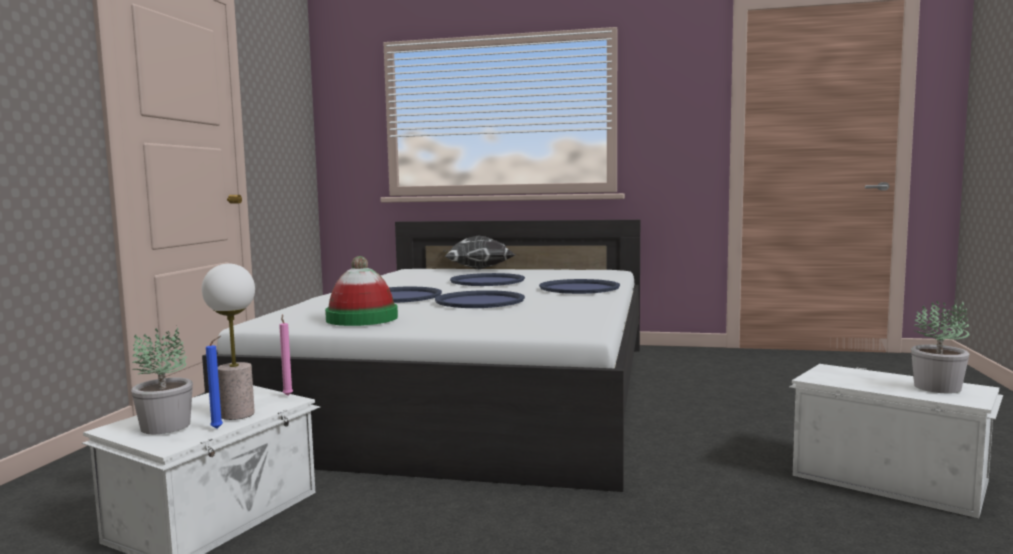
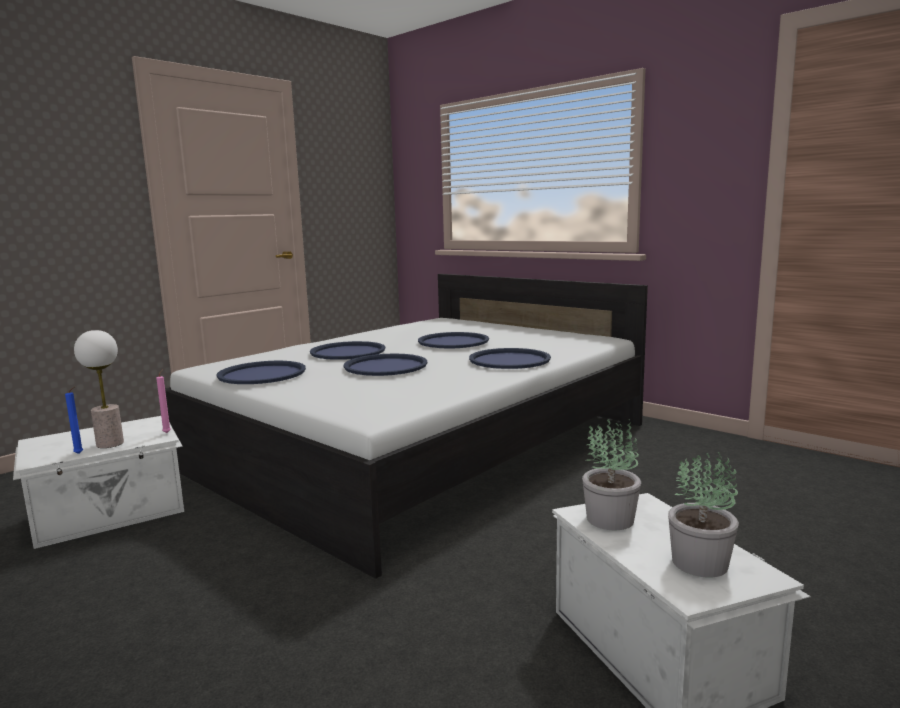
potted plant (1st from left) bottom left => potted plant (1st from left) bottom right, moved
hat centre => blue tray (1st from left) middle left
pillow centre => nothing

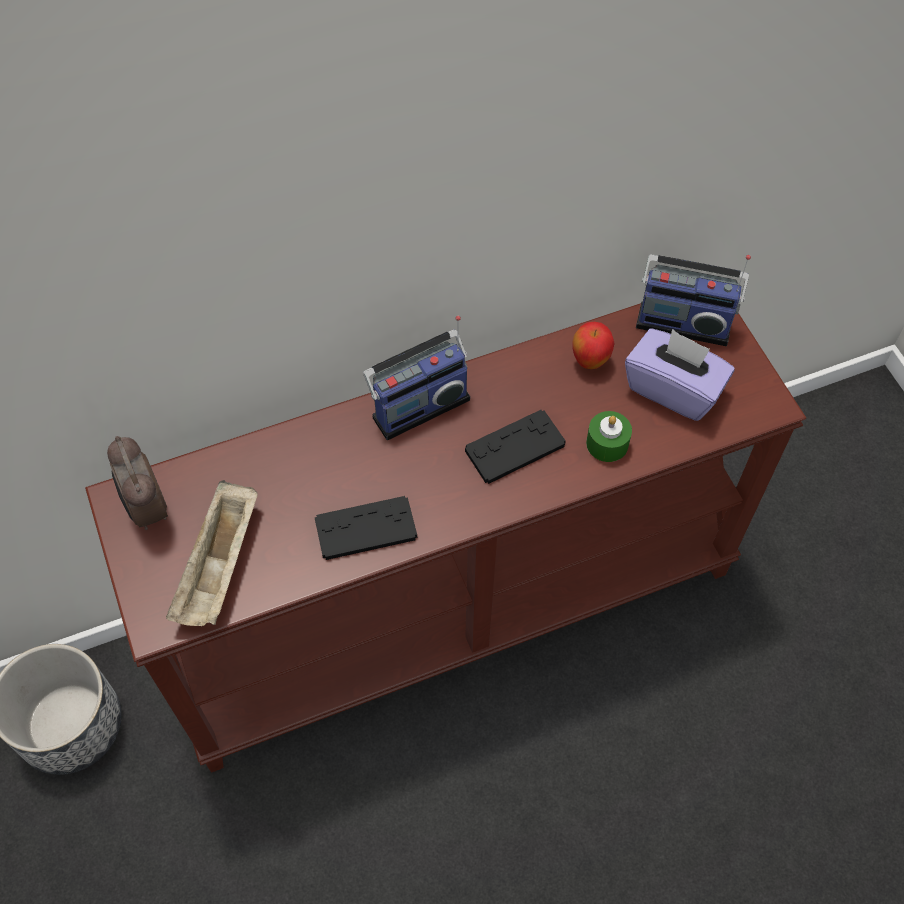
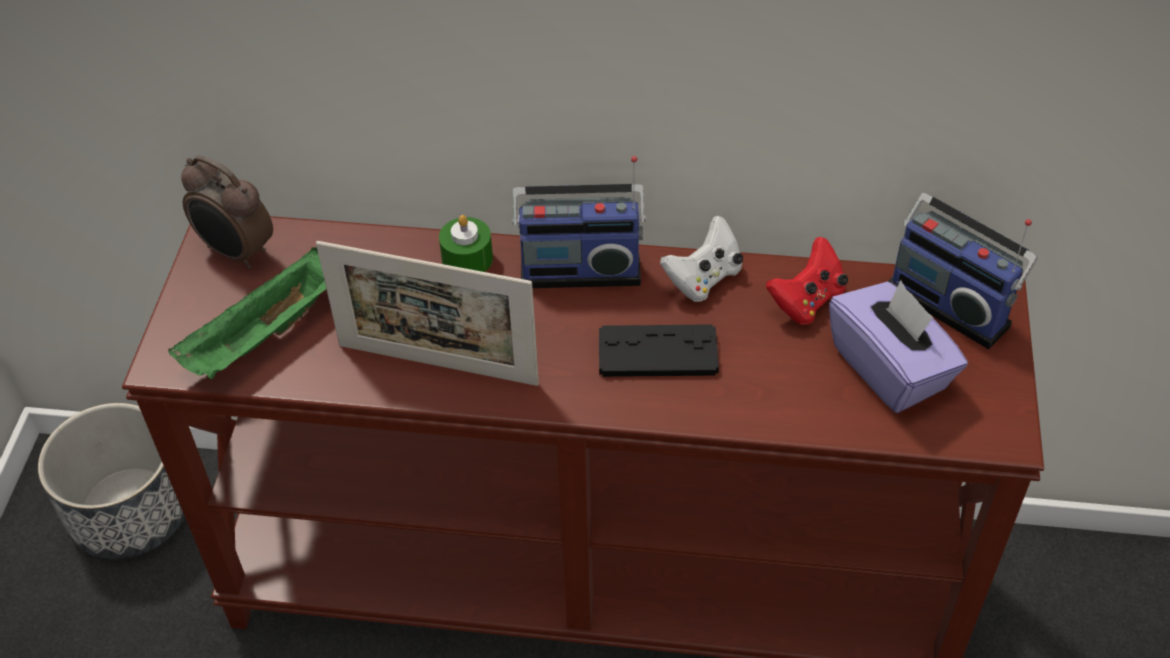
alarm clock middle left => alarm clock top left, 60 degrees counterclockwise
beige tray middle left => green tray middle left
black game controller (1st from left) centre => picture frame centre
apple centre => red game controller middle right
green candle middle right => green candle centre, moved
nothing => white game controller centre

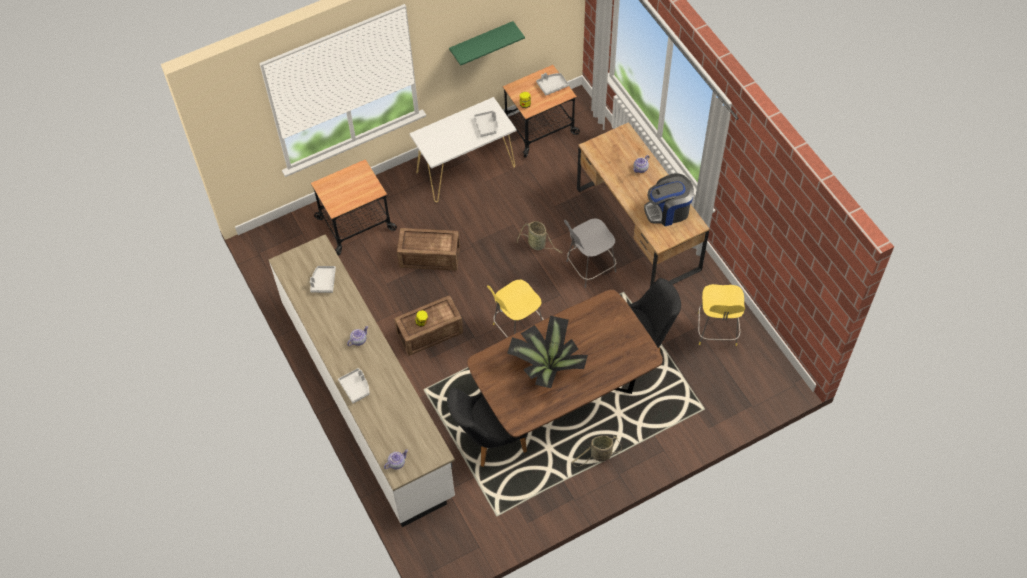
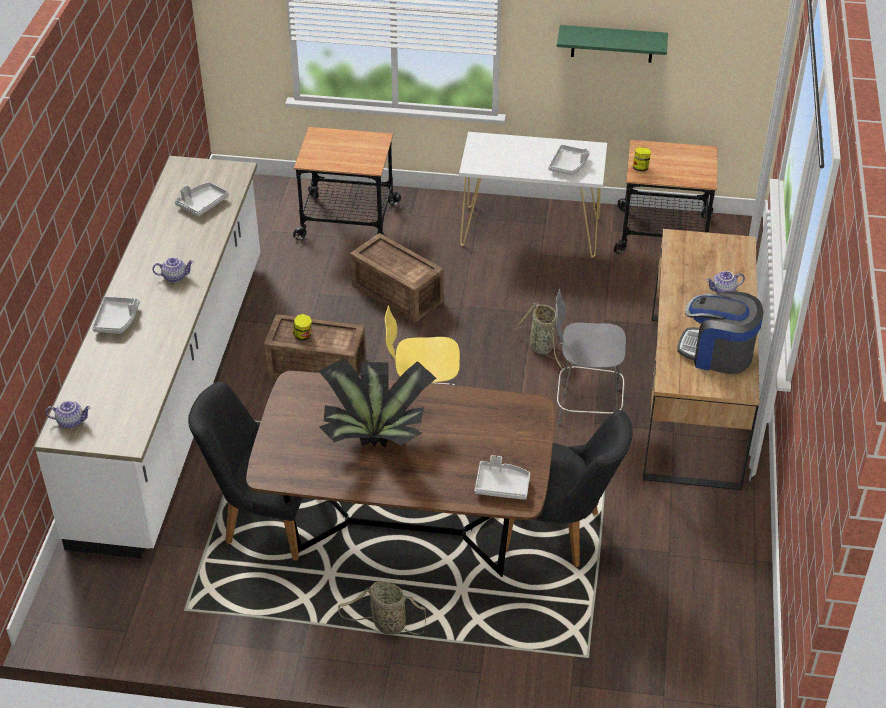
grey tray (4th from left in the first image) top centre => grey tray (3rd from left) bottom centre, moved
yellow stool (2nd from left) middle right => nothing

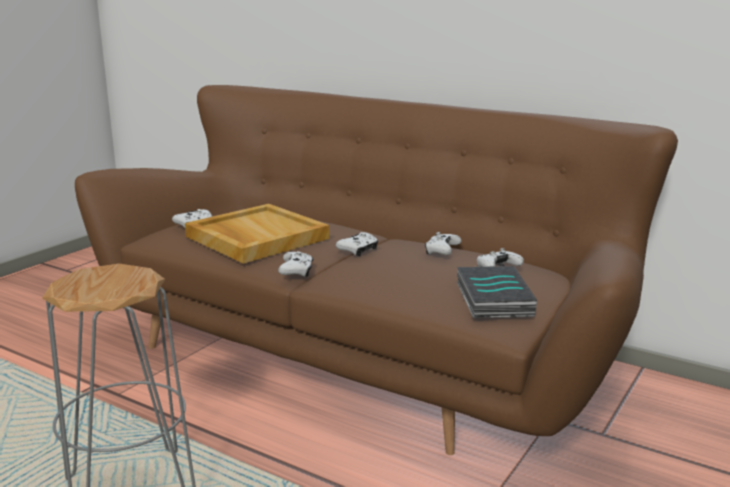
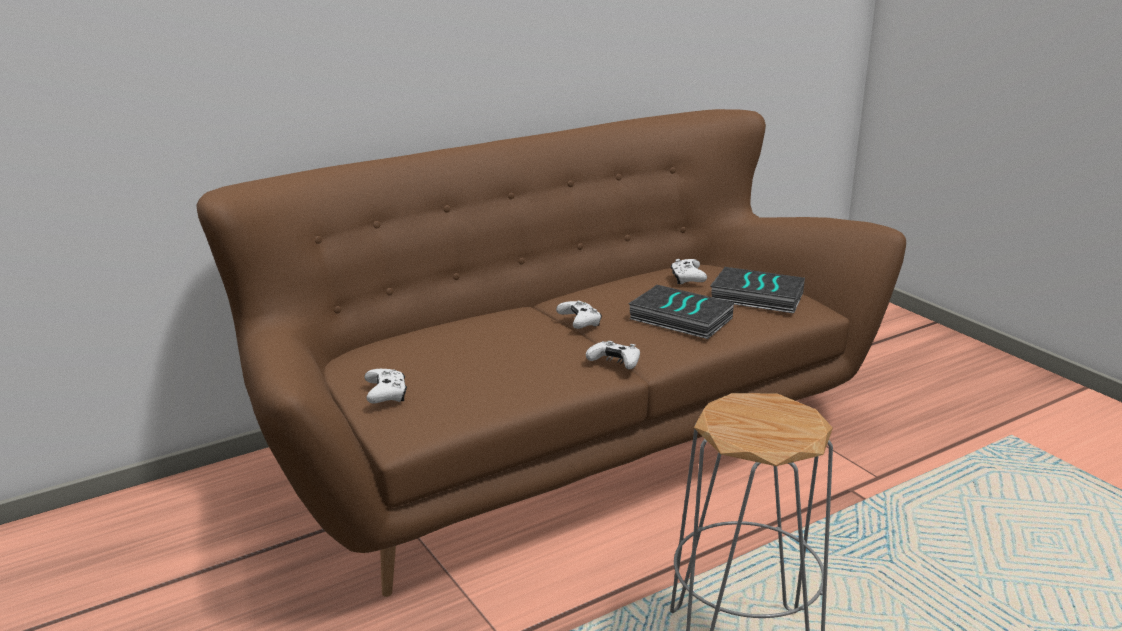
beige tray centre => nothing
white game controller (4th from left) centre => nothing
nothing => book (1st from left) centre

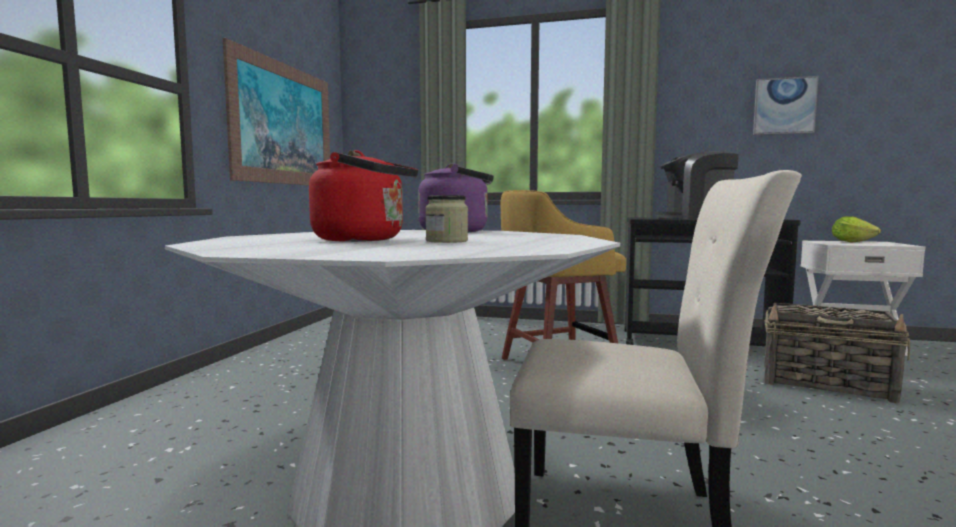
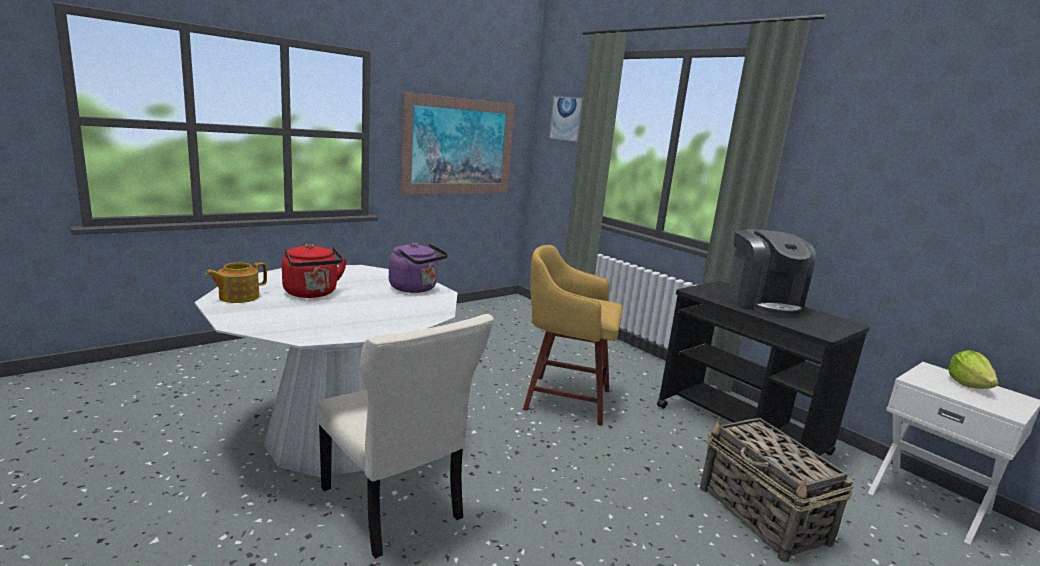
jar centre => nothing
coffee machine middle right, 135 degrees counterclockwise
picture (2nd from left) top right => picture (2nd from left) top centre, moved
nothing => teapot middle left

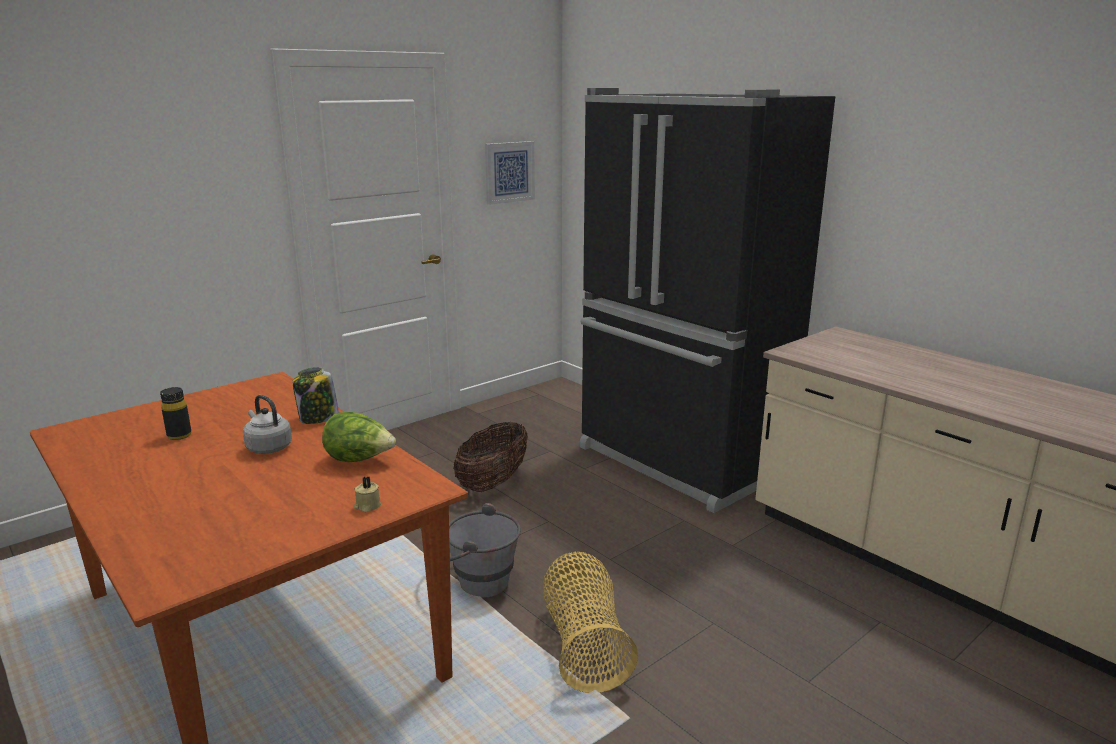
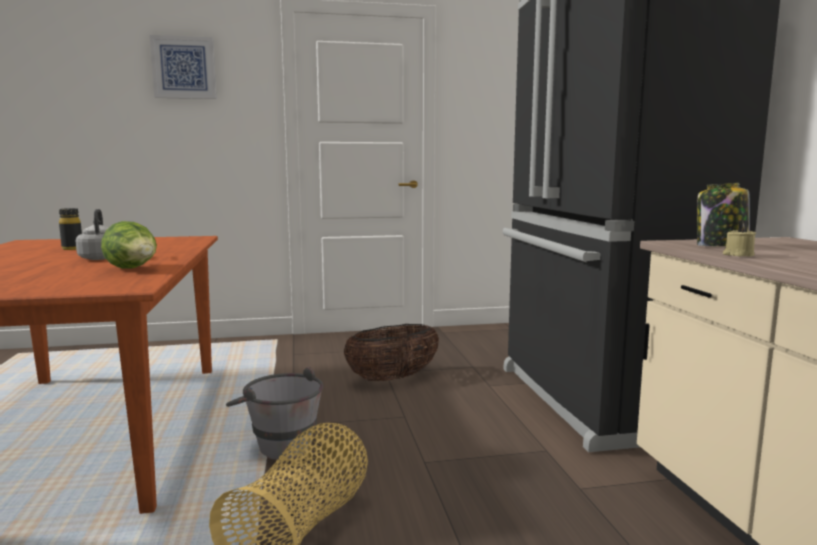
jar middle left => jar middle right, moved
beige candle middle left => beige candle middle right, moved
picture top centre => picture top left, moved

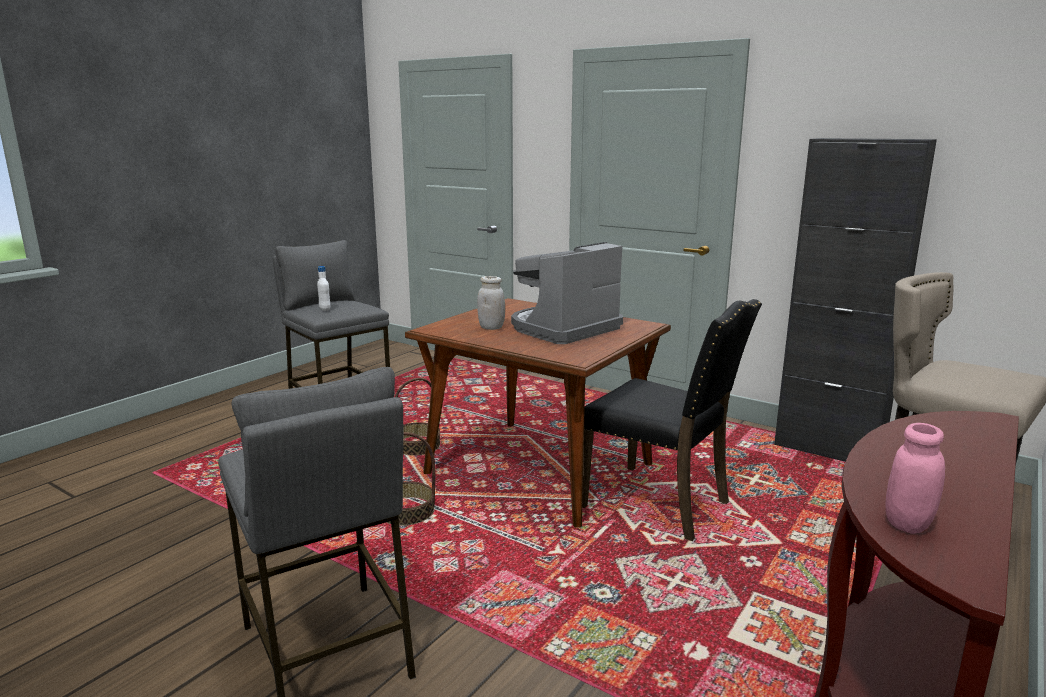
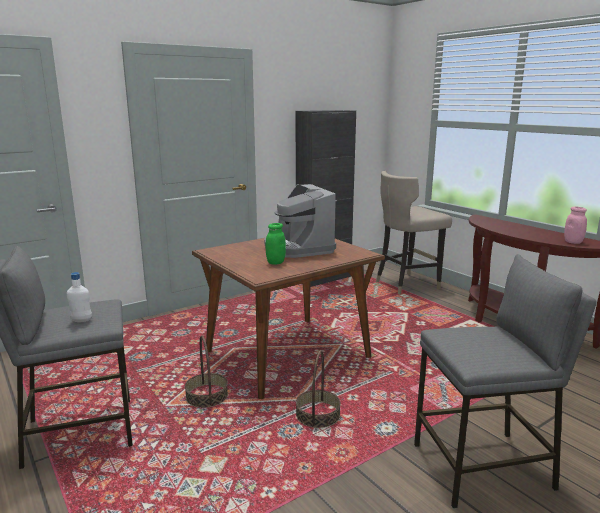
white jar centre => green jar centre
black chair centre => nothing

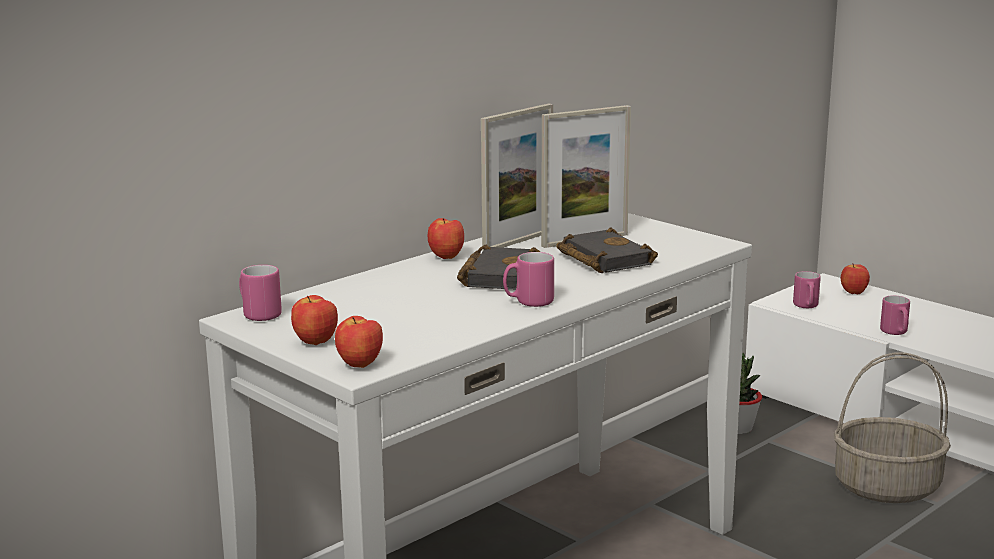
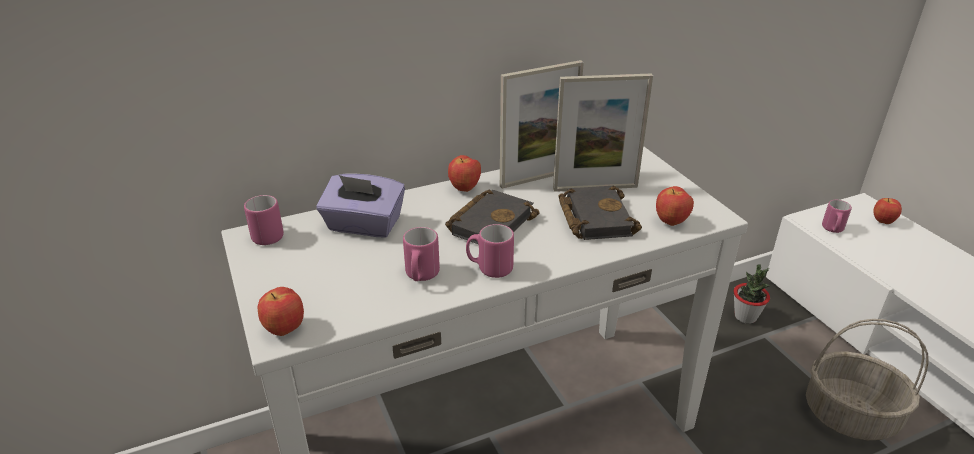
apple (1st from left in the first image) middle left => apple (3rd from left) middle right, moved
pink mug (4th from left in the first image) middle right => pink mug (2nd from left) centre, moved
nothing => purple tissue box centre

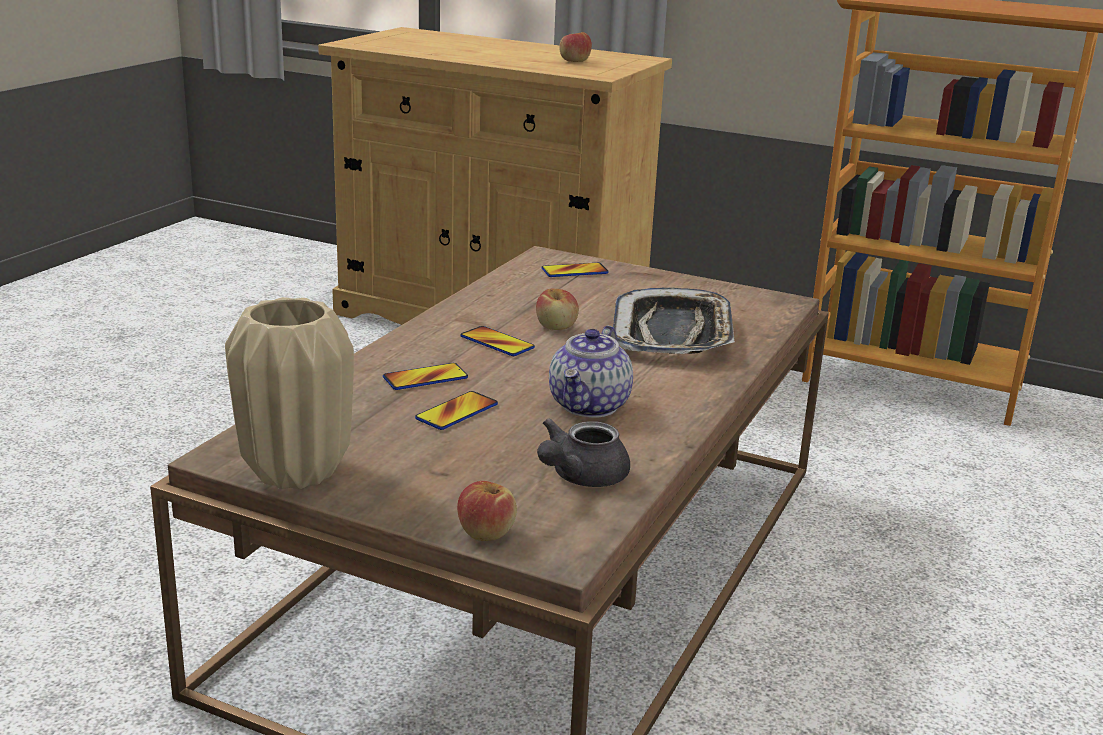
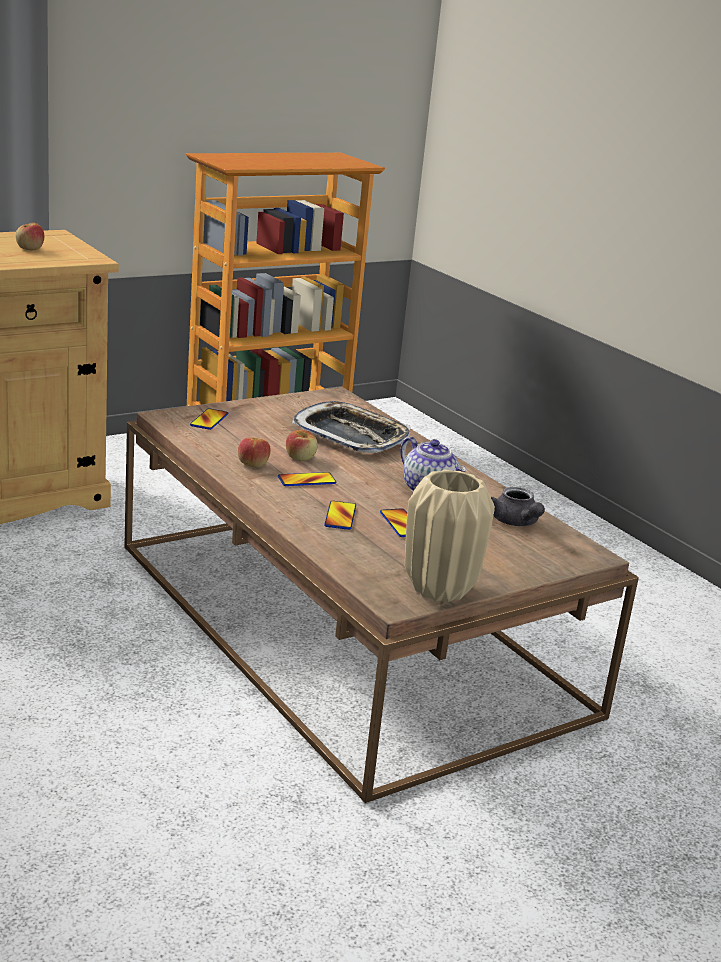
apple (1st from left in the first image) bottom centre => apple (2nd from left) centre, moved

